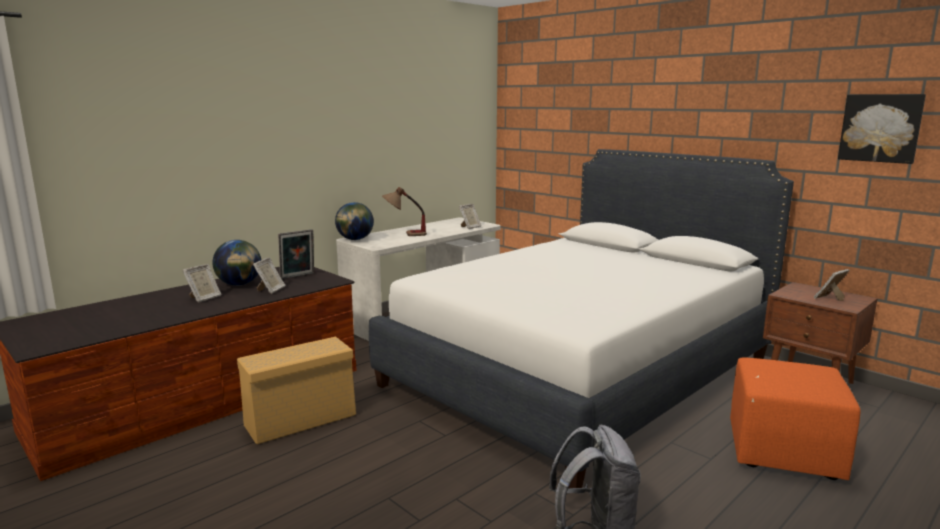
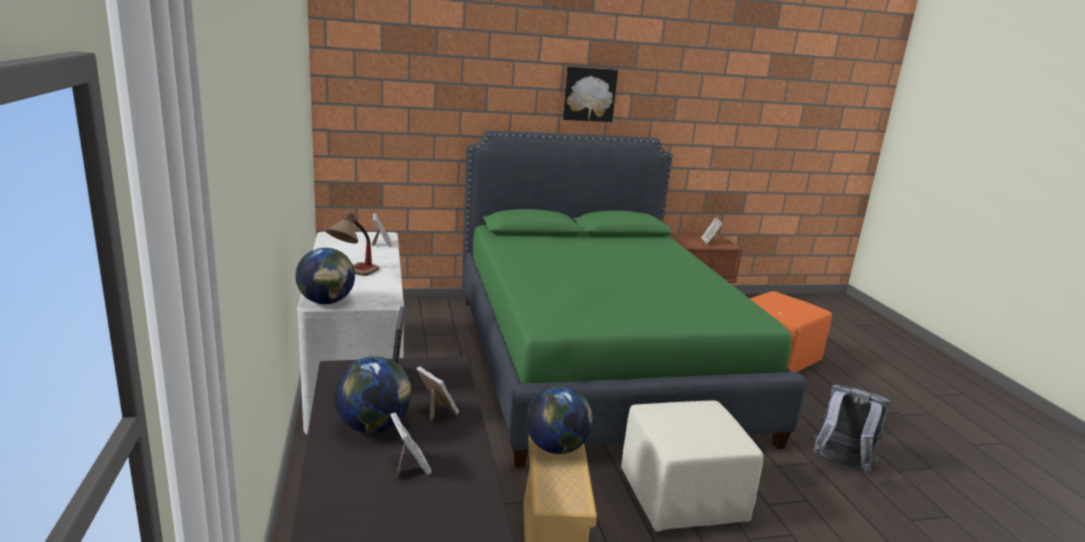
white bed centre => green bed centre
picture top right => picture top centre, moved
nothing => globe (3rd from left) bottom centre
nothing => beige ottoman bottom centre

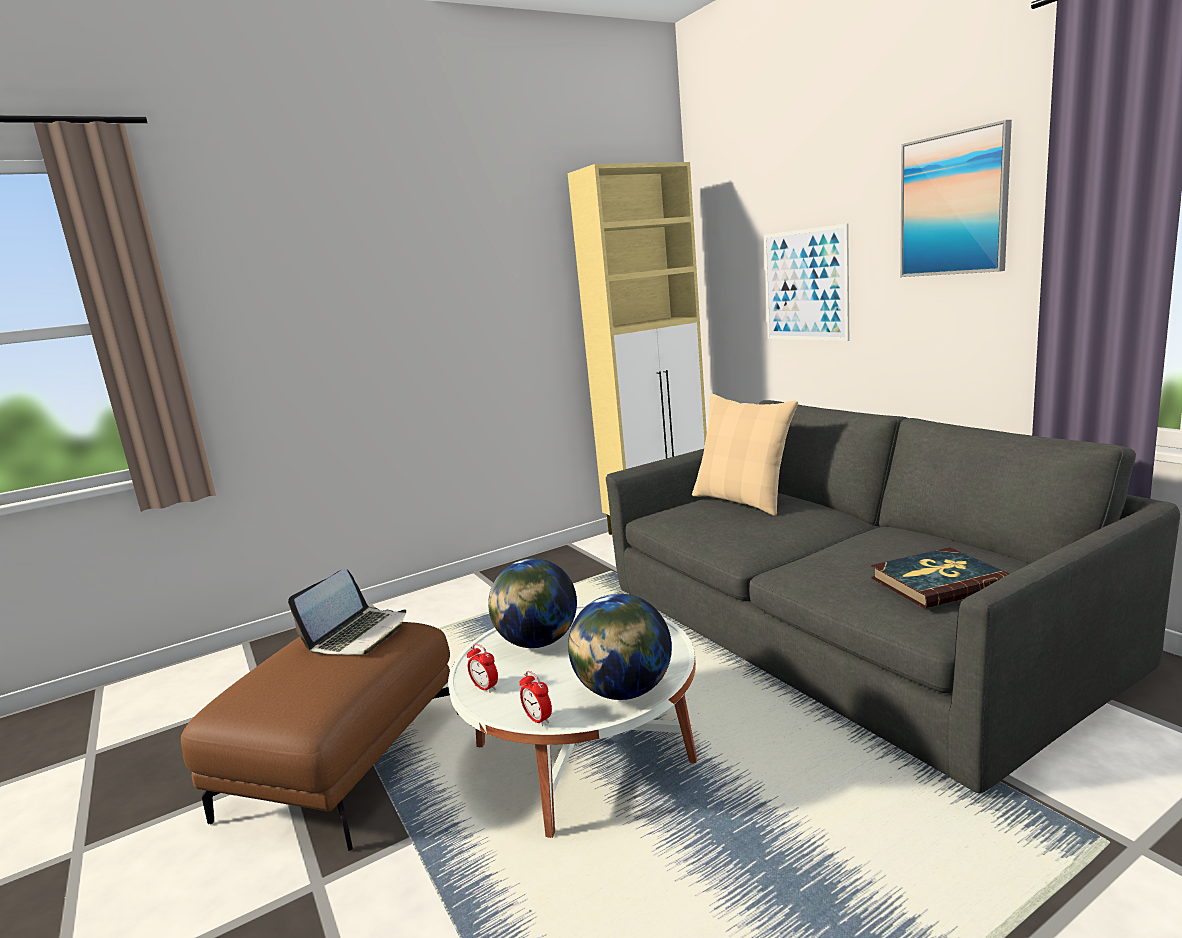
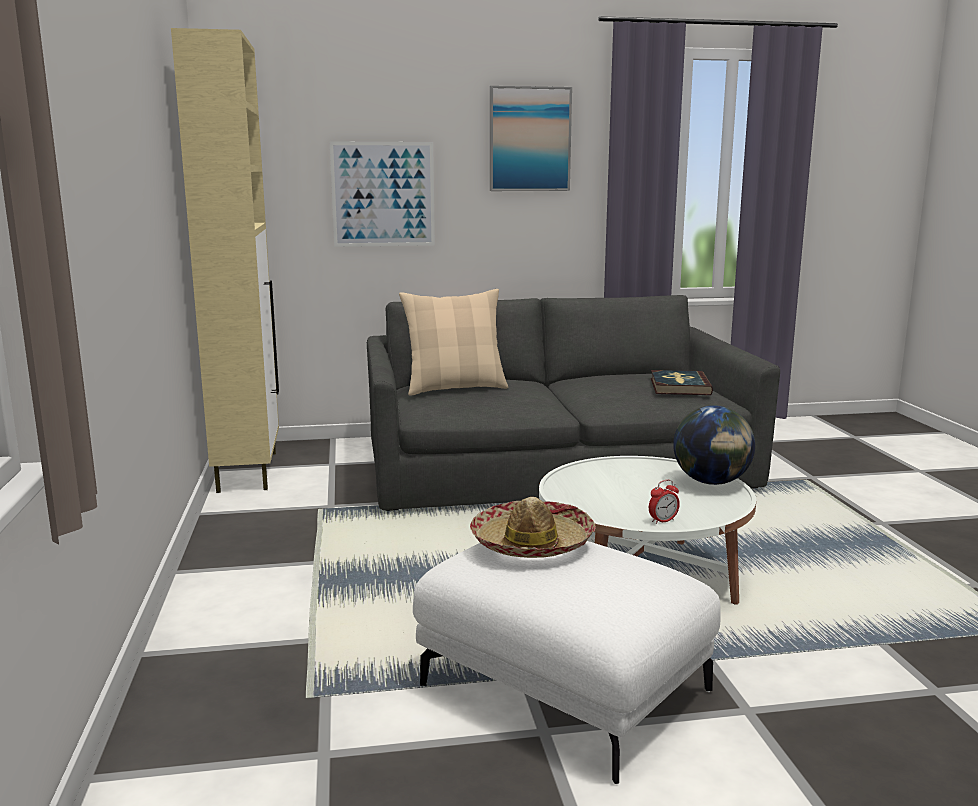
brown ottoman bottom left => white ottoman bottom centre
laptop middle left => hat centre
globe (1st from left) centre => nothing
alarm clock (2nd from left) bottom centre => nothing

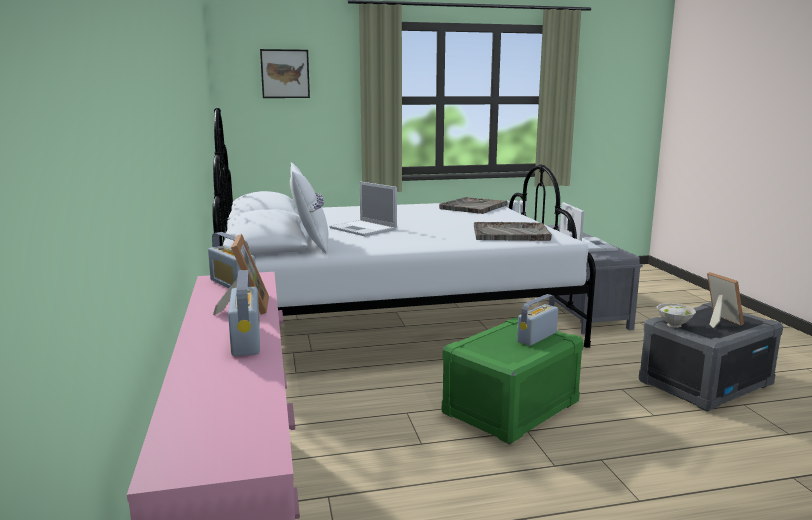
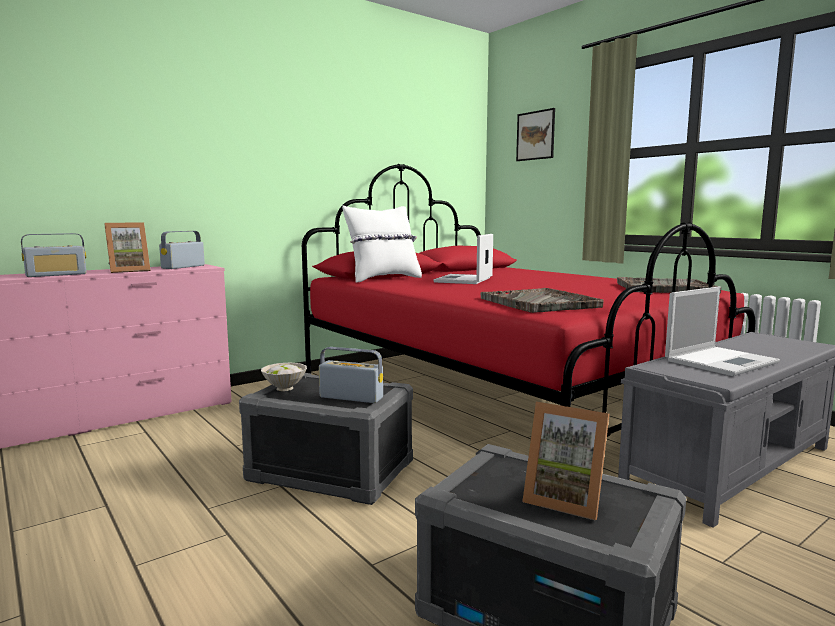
white bed centre => red bed centre
green storage box bottom centre => grey storage box (1st from left) bottom centre
white bowl middle right => white bowl centre, moved
picture frame (2nd from left) middle right => picture frame (2nd from left) bottom right, 75 degrees clockwise

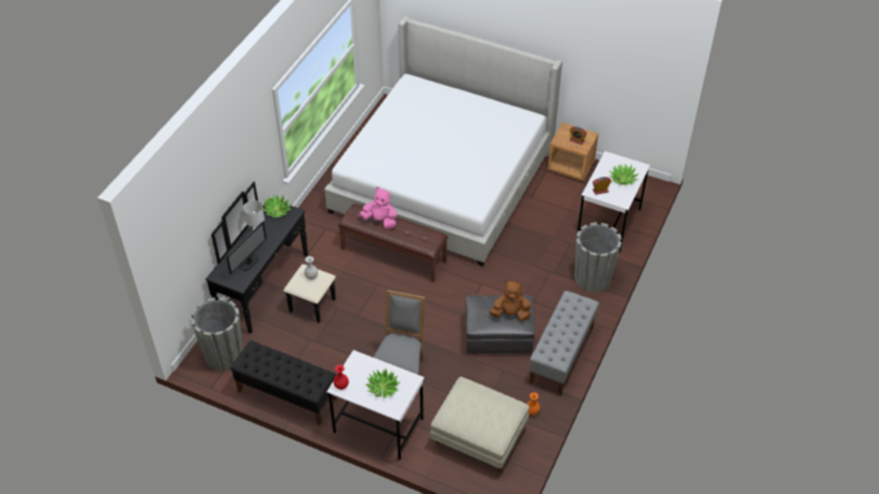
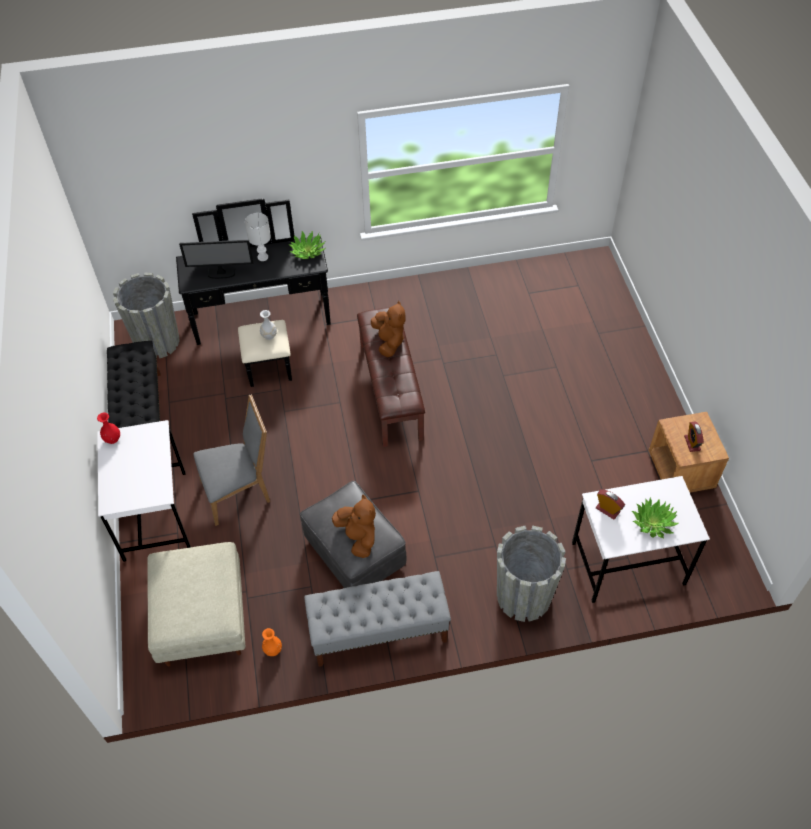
bed top centre => nothing
pink plush toy centre => brown plush toy (2nd from left) centre
potted plant (2nd from left) bottom centre => nothing

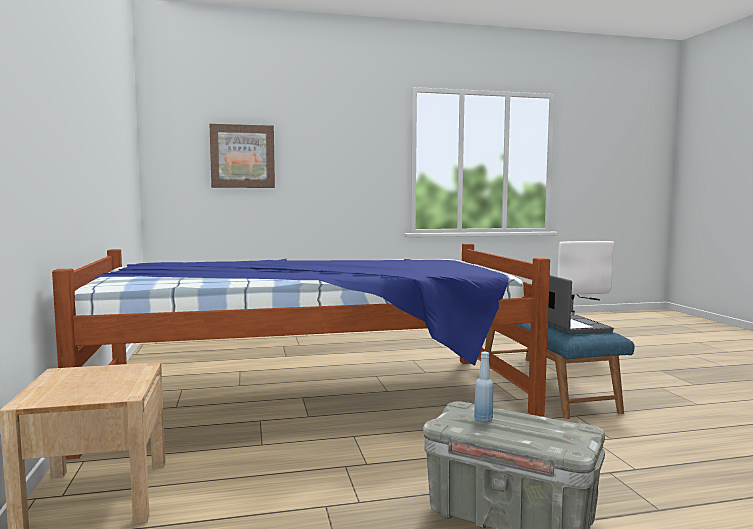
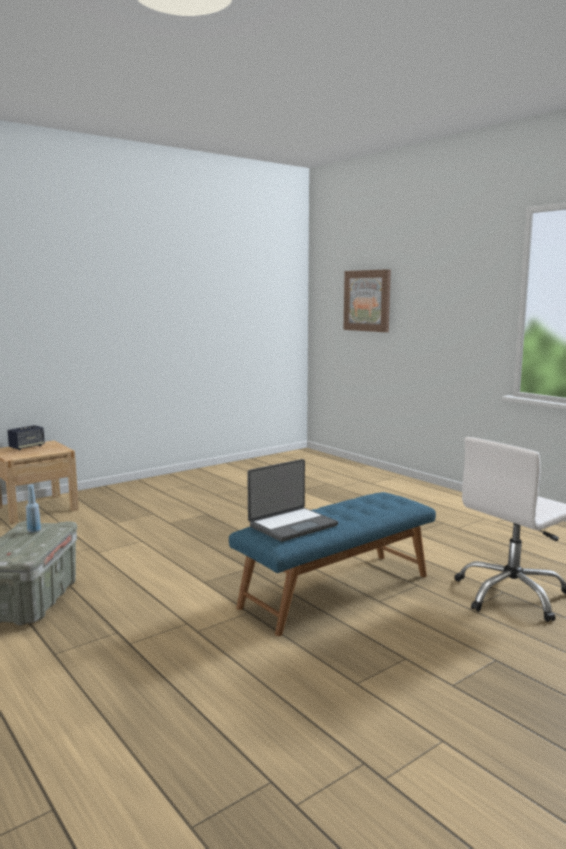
bed centre => nothing
nothing => speaker middle left

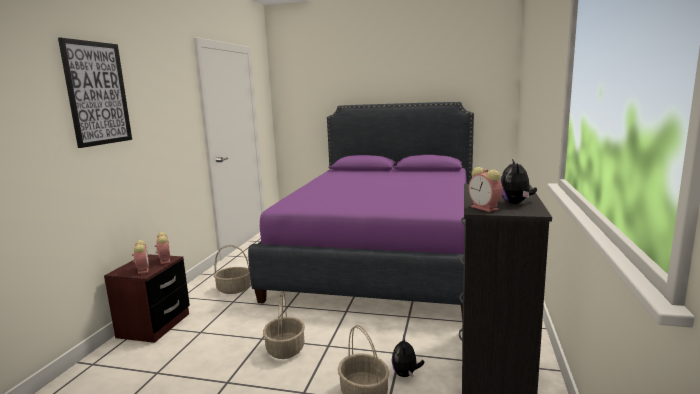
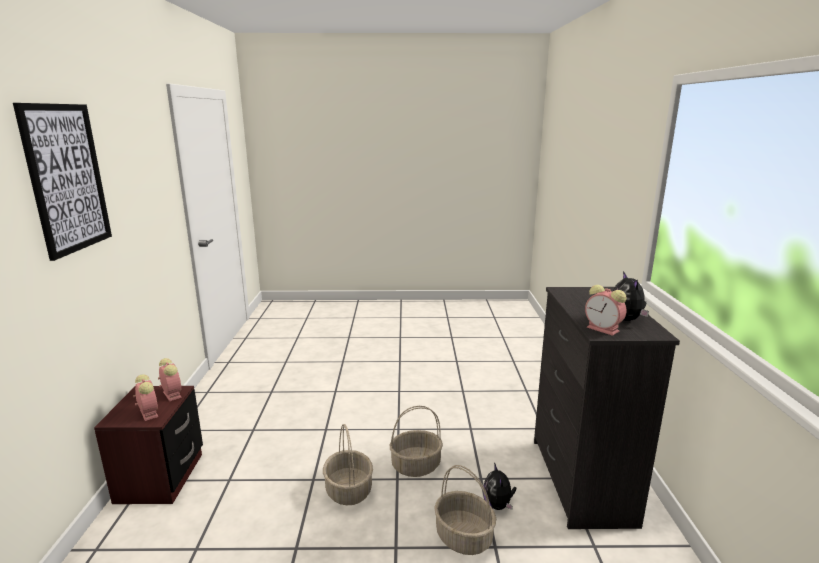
basket (1st from left in the first image) bottom left => basket (2nd from left) bottom centre, moved
purple bed centre => nothing

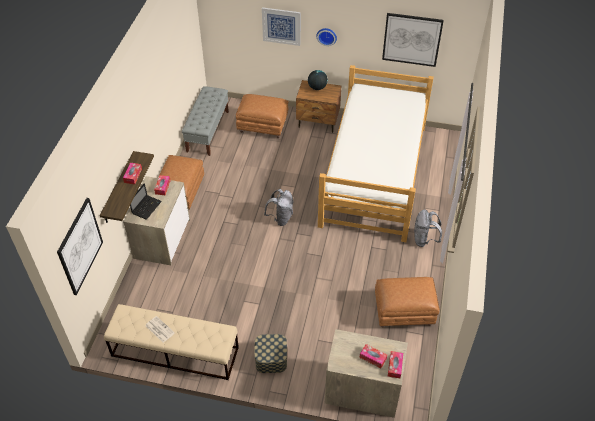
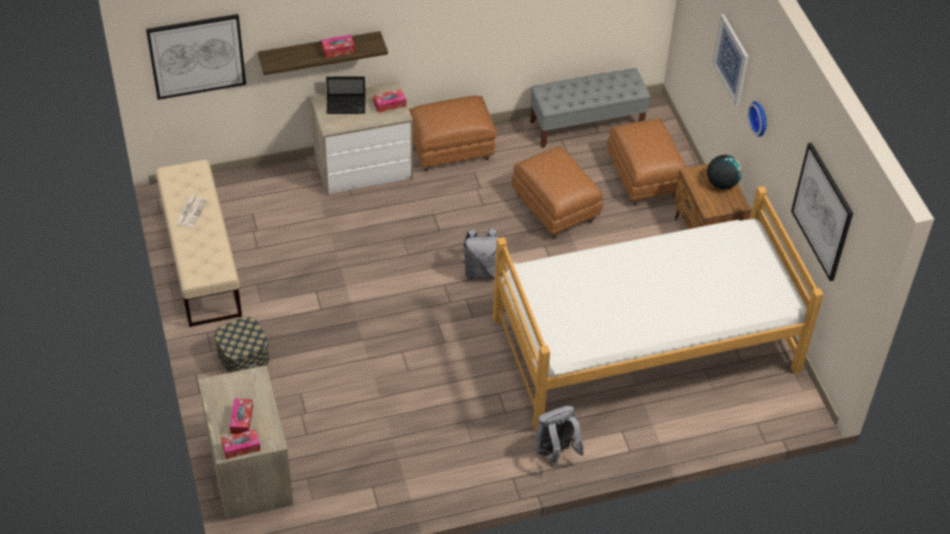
brown ottoman (3rd from left in the first image) bottom right => brown ottoman (2nd from left) centre, moved

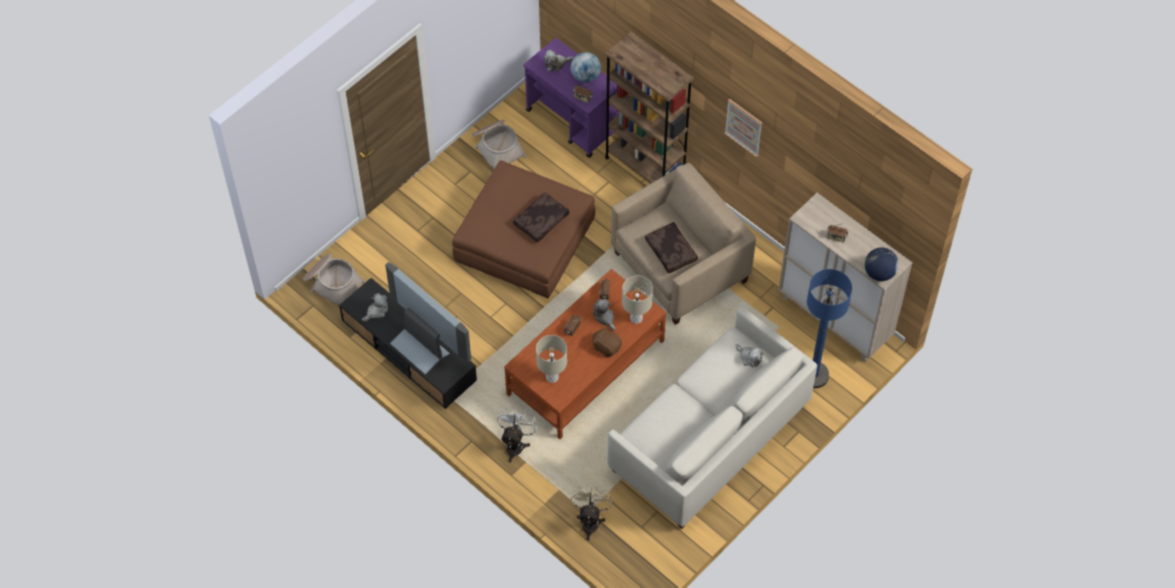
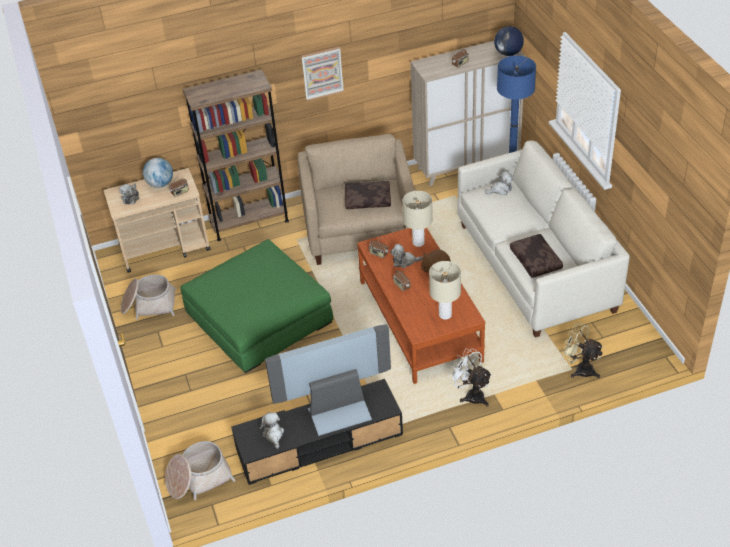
brown ottoman centre => green ottoman centre
brown pillow (1st from left in the first image) centre => brown pillow (2nd from left) middle right, moved
purple cart top centre => beige cart middle left

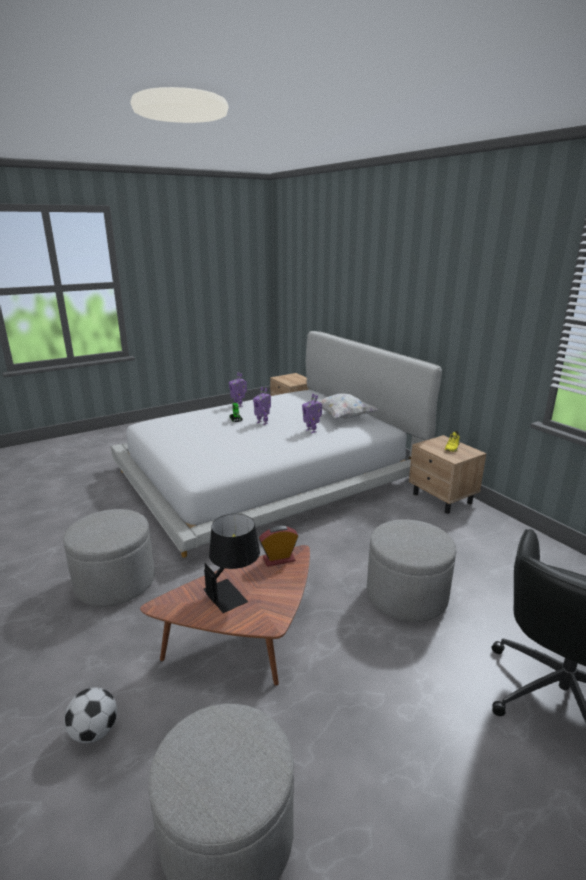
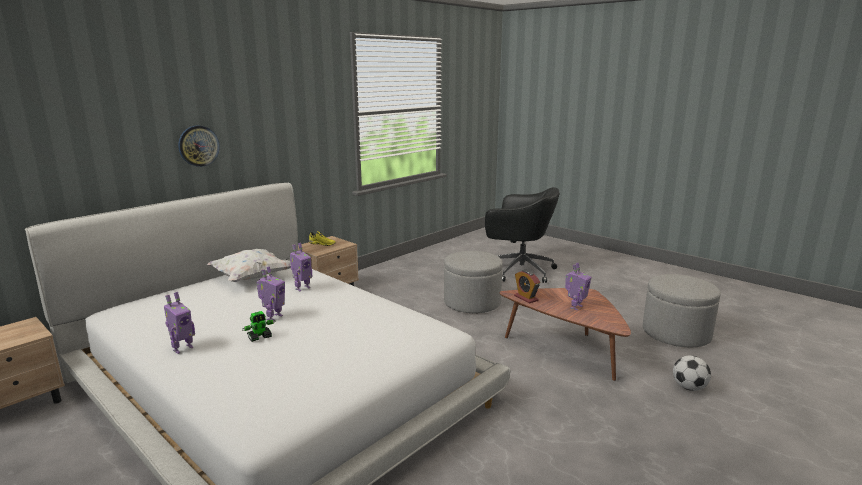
grey ottoman (1st from left) middle left => nothing
black table lamp centre => toy robot (5th from left) middle right
nothing => wall clock top left

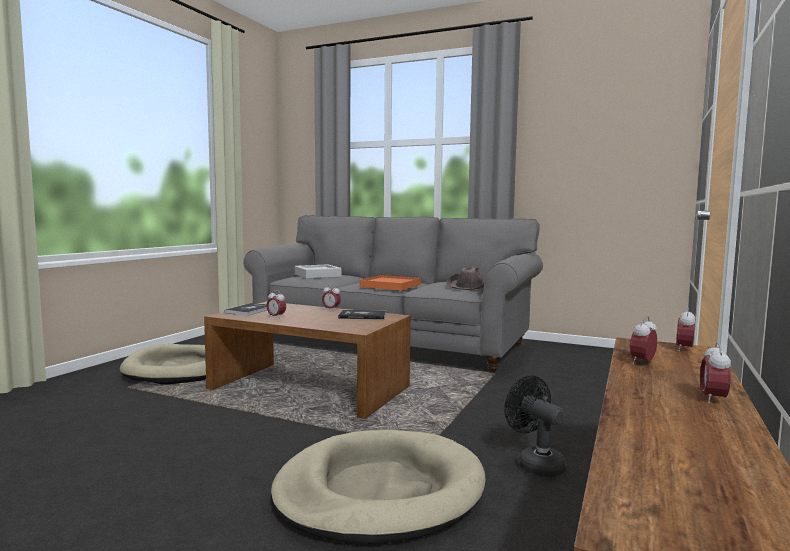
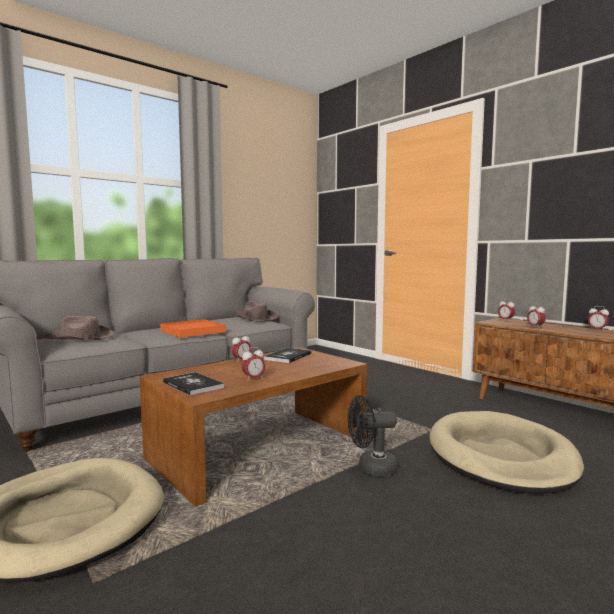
grey tray centre => brown hat (1st from left) middle left
black fan bottom right => black fan bottom centre, moved

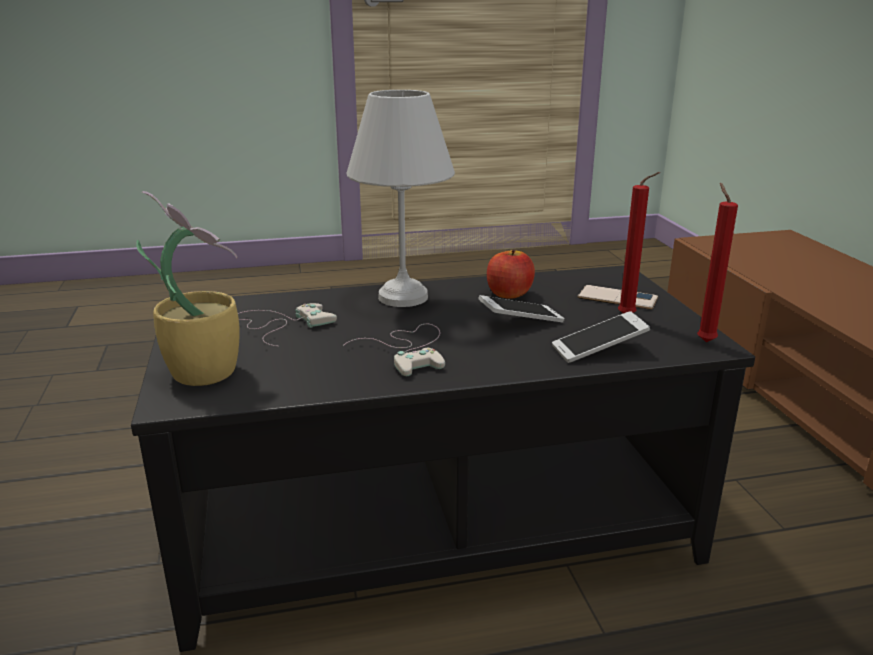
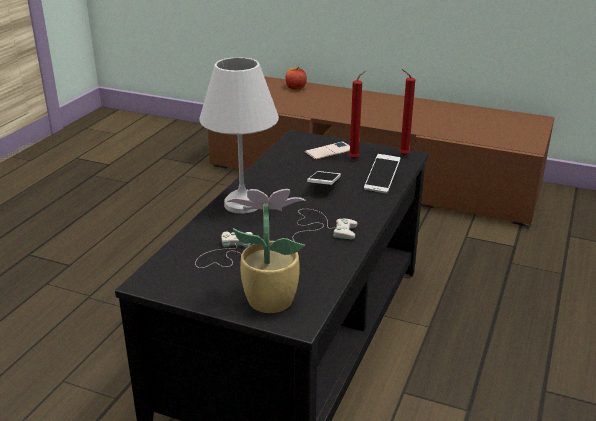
apple centre => apple top centre, moved

